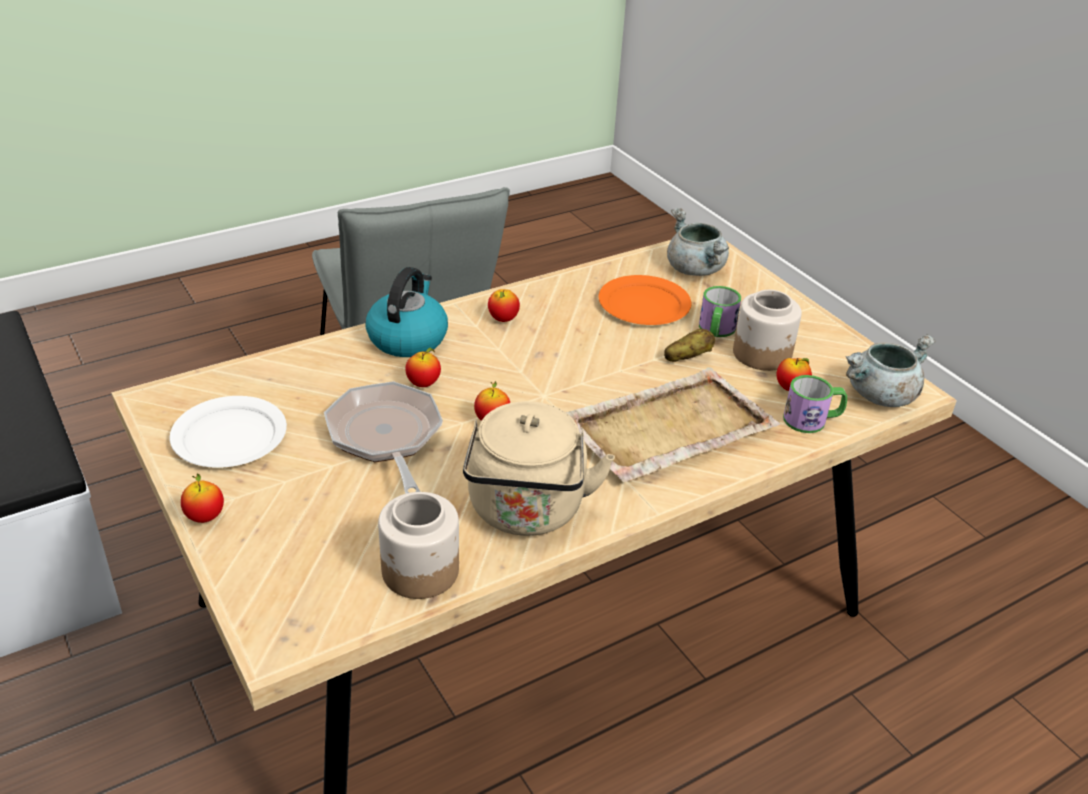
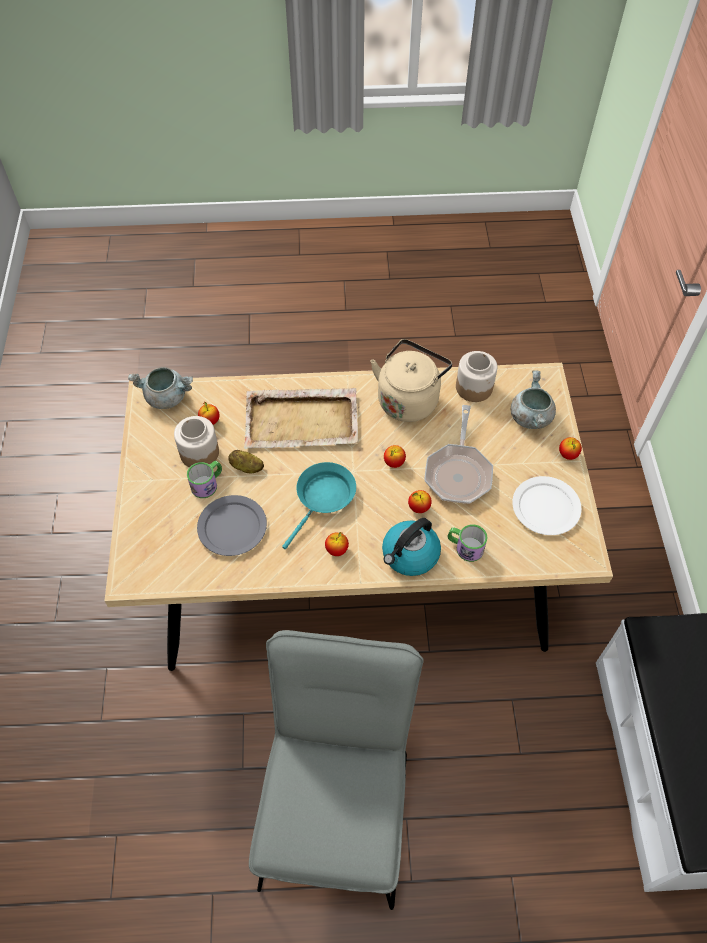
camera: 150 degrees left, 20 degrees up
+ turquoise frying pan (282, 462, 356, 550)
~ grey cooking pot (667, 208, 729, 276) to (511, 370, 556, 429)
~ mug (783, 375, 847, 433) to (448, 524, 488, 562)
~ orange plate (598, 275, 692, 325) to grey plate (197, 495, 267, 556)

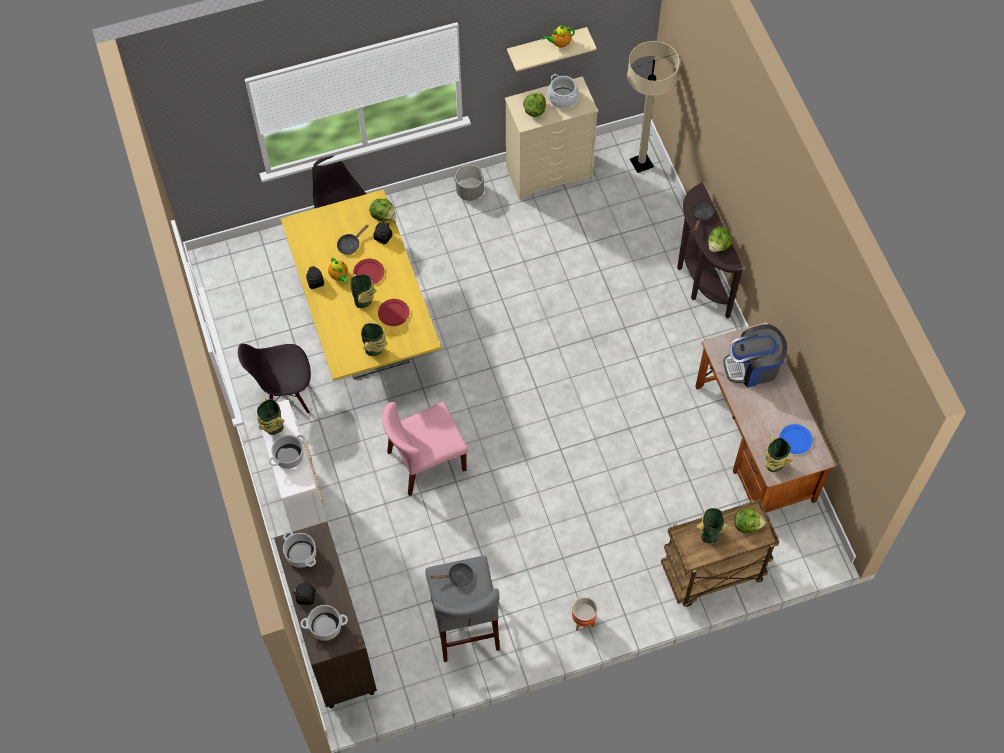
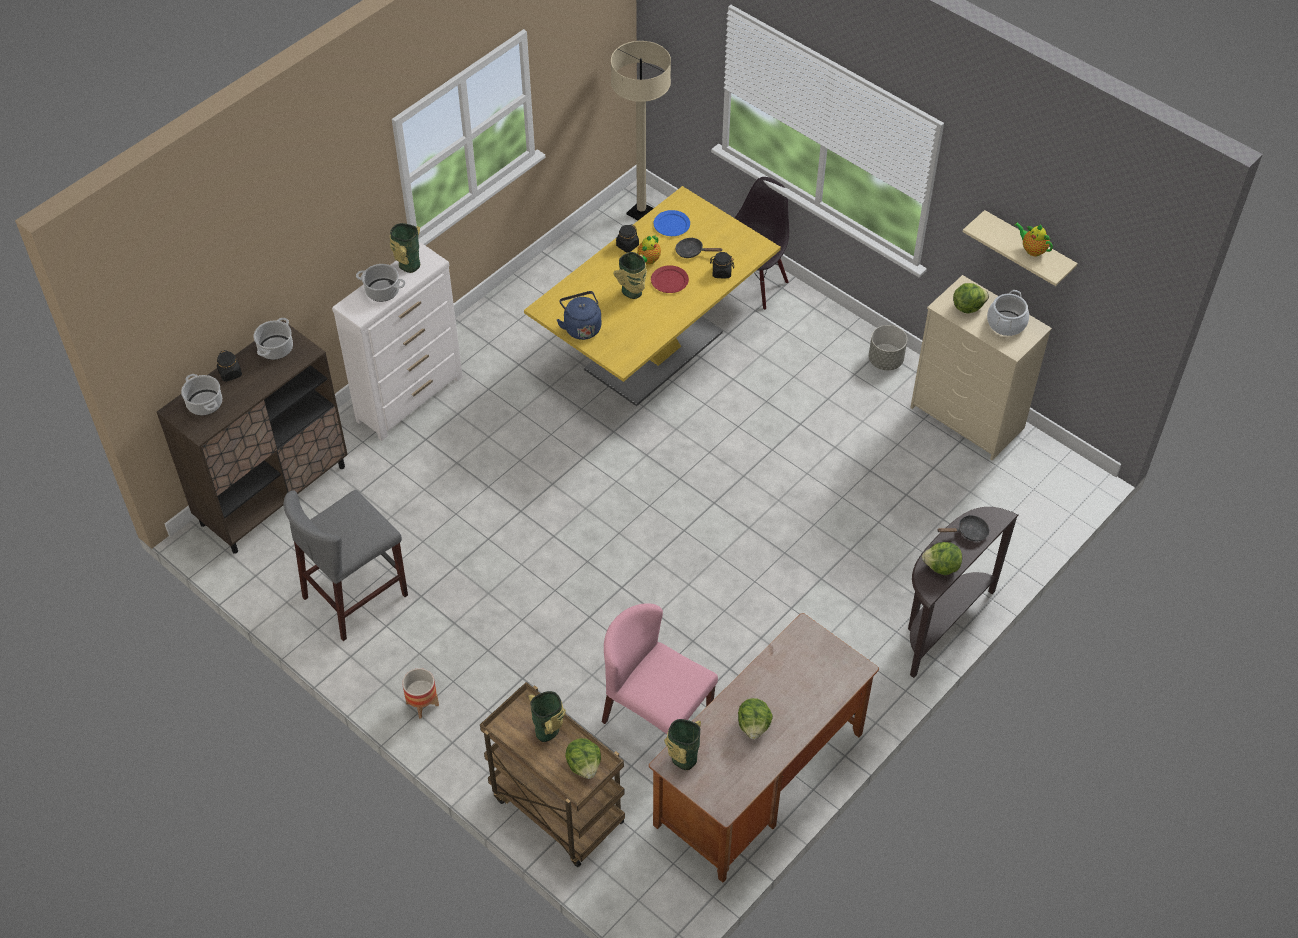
camera: 60 degrees right, 10 degrees down
- black chair (238, 344, 311, 413)
- red plate (378, 299, 410, 326)
- black frying pan (430, 563, 474, 587)
- coffee machine (724, 324, 787, 387)
~ lettuce (369, 199, 396, 222) to (738, 698, 773, 739)
~ pink chair (382, 402, 468, 496) to (602, 603, 718, 734)
~ beige floor lamp (627, 41, 679, 173) to (611, 41, 671, 220)
~ blue plate (780, 424, 813, 454) to (653, 210, 690, 236)
~ vase (361, 321, 388, 356) to blue kettle (557, 291, 601, 340)

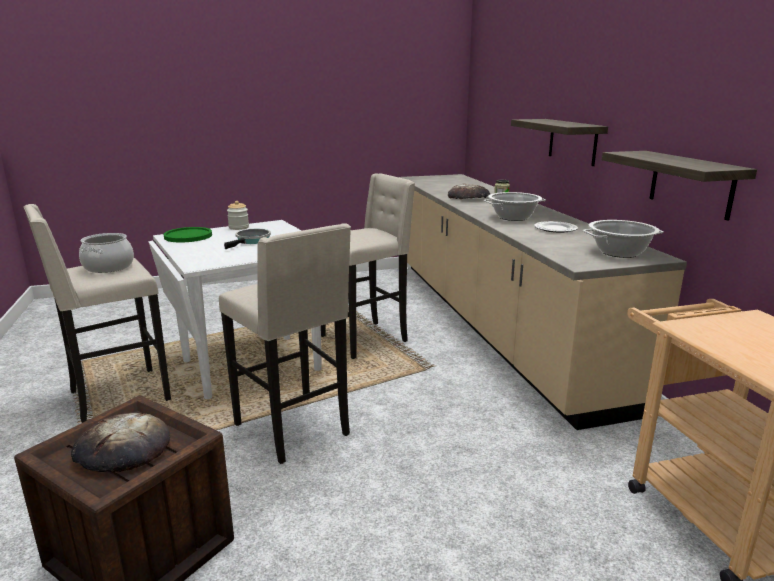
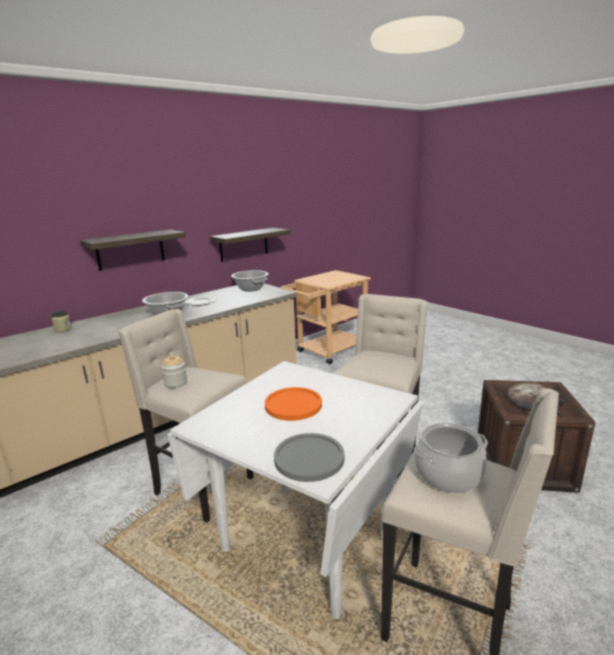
camera: 115 degrees left, 0 degrees up
- bread (448, 184, 490, 199)
~ jar (227, 201, 249, 230) to (161, 355, 187, 388)
~ frying pan (224, 229, 271, 249) to orange plate (265, 387, 322, 421)
~ green plate (164, 227, 212, 242) to grey plate (274, 433, 344, 482)

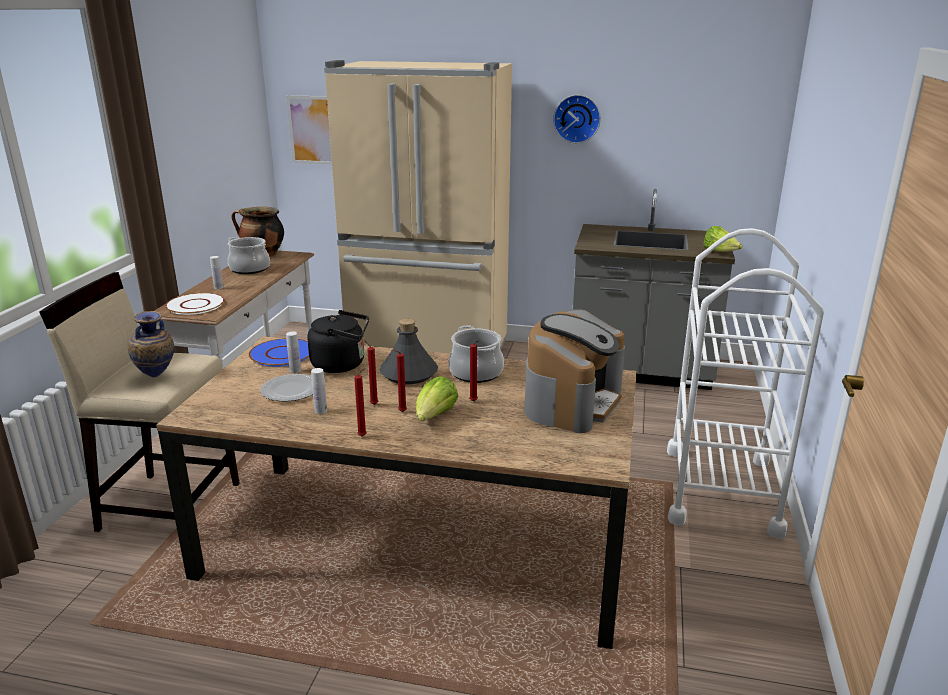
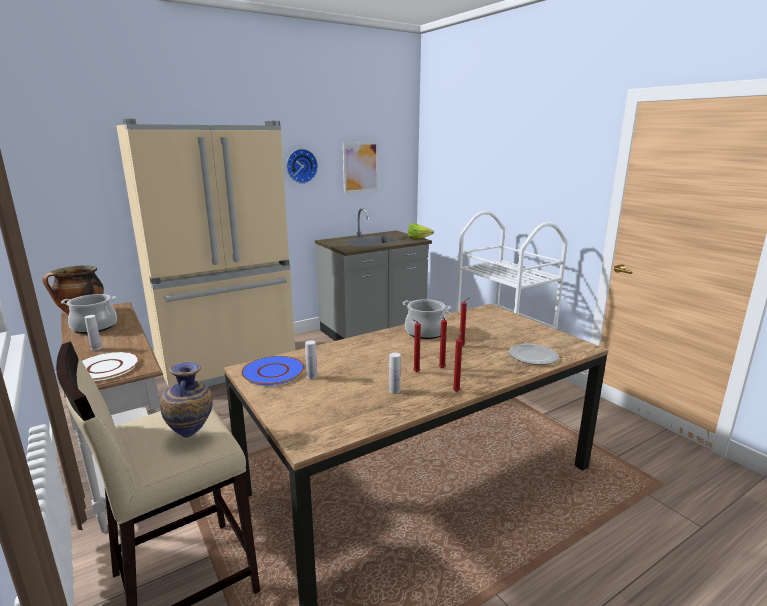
camera: 45 degrees left, 5 degrees down
- black kettle (307, 310, 369, 373)
- grey bottle (380, 319, 438, 384)
- lettuce (416, 376, 458, 421)
- coffee machine (524, 309, 625, 433)
~ plate (260, 374, 313, 401) to (509, 344, 559, 365)
~ picture (286, 95, 332, 165) to (343, 142, 379, 193)

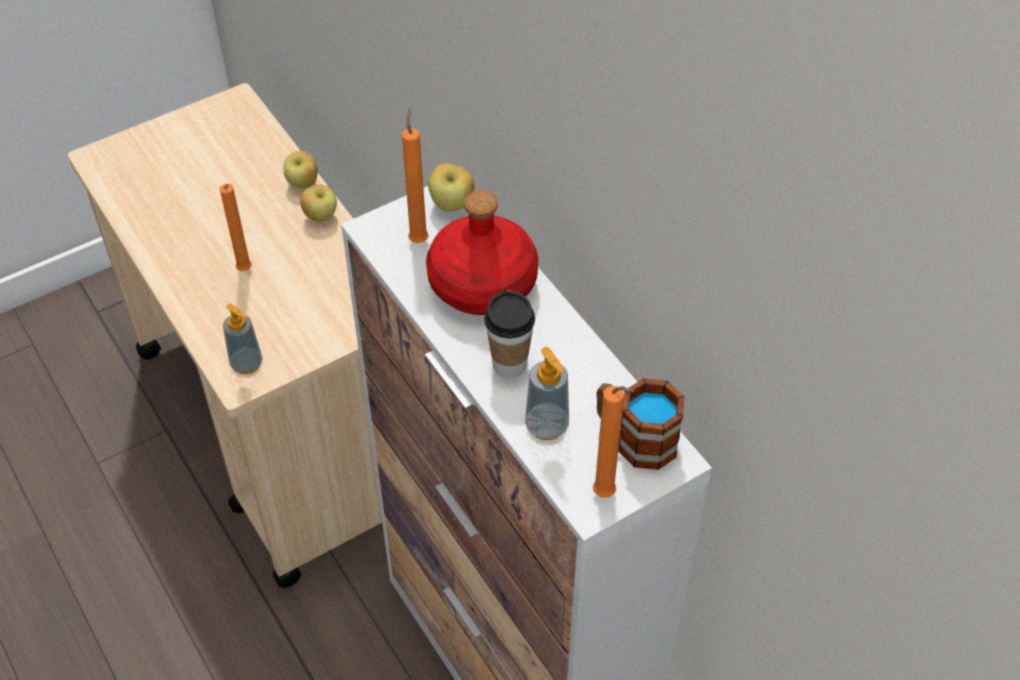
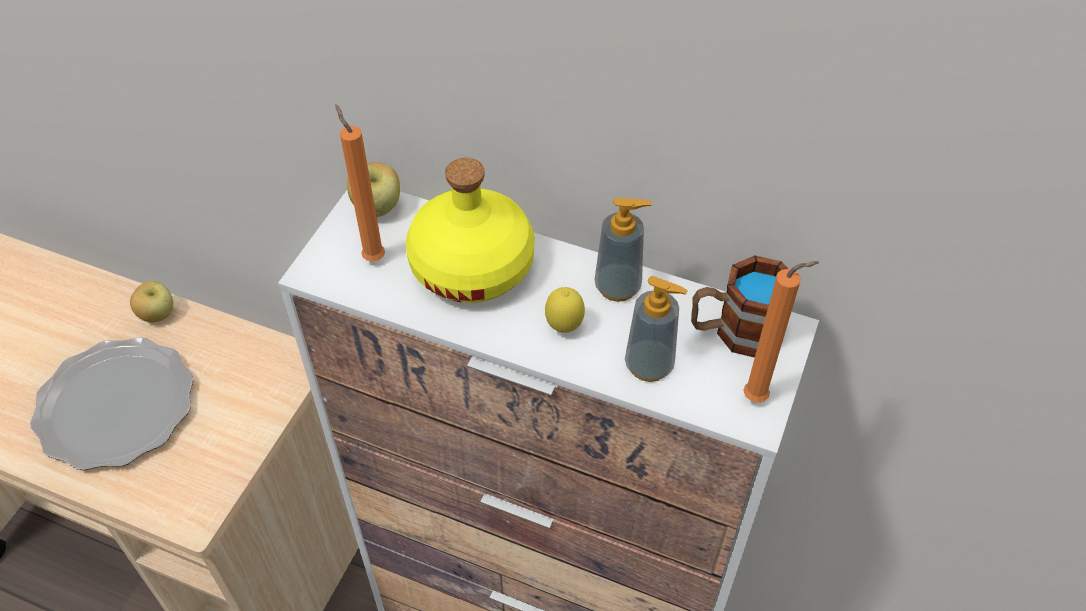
camera: 35 degrees left, 0 degrees up
- apple (284, 150, 318, 188)
~ soap dispenser (223, 304, 263, 374) to (595, 198, 652, 302)
~ orange candle (220, 184, 252, 271) to plate (30, 337, 194, 470)
~ cup (484, 291, 535, 378) to lemon (545, 287, 585, 333)
~ red bottle (426, 190, 539, 315) to yellow bottle (406, 158, 535, 303)

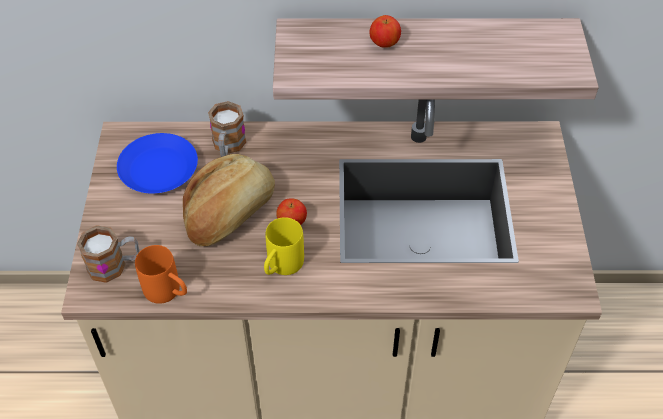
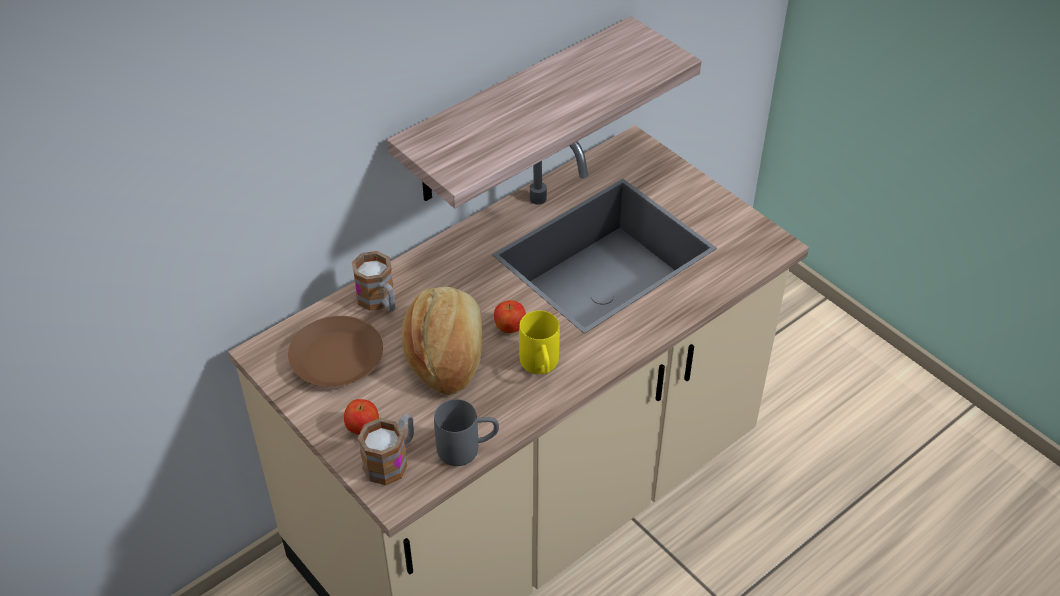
camera: 40 degrees left, 5 degrees down
~ apple (369, 15, 401, 48) to (344, 399, 379, 435)
~ blue plate (117, 133, 198, 193) to brown plate (288, 316, 383, 387)
~ orange mug (135, 245, 187, 304) to grey mug (434, 399, 499, 466)

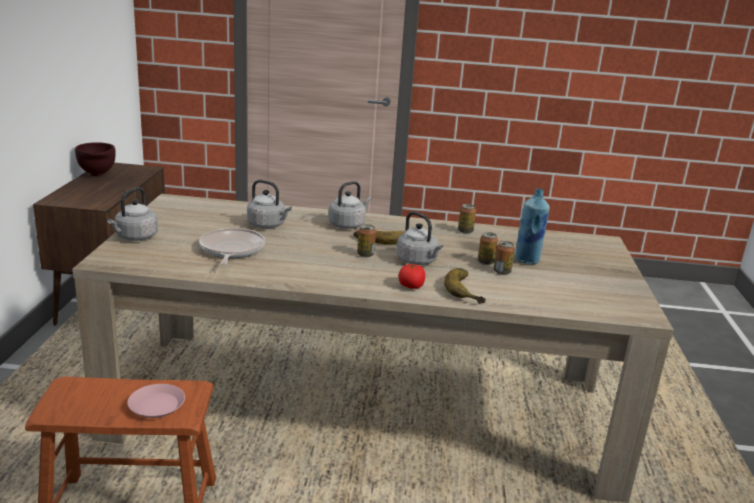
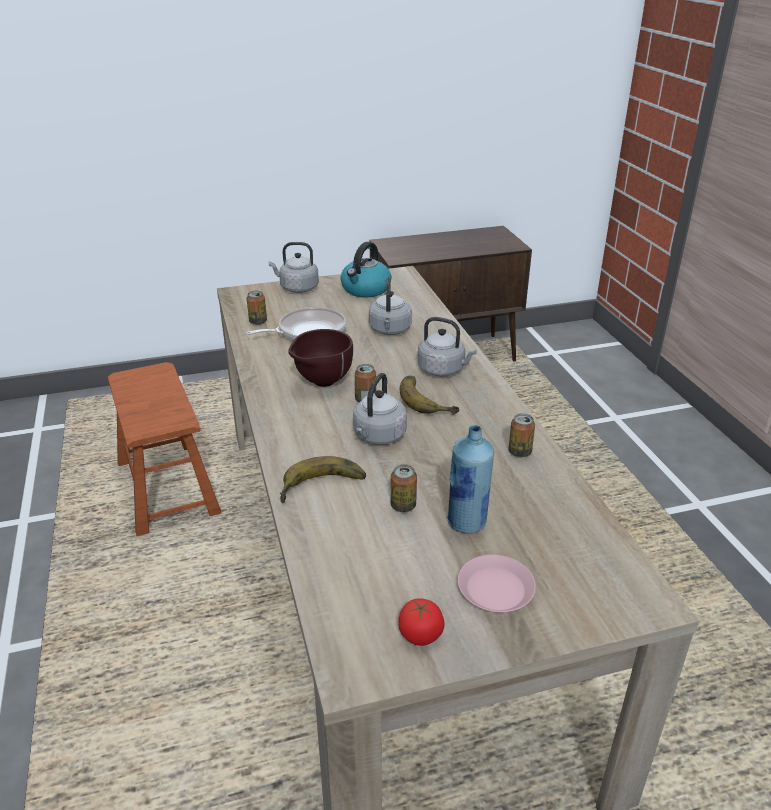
camera: 70 degrees right, 10 degrees up
+ kettle (340, 242, 392, 298)
~ brown bowl (75, 142, 116, 176) to (288, 329, 353, 387)
~ pink plate (127, 384, 185, 418) to (458, 555, 536, 612)
~ tomato (399, 264, 425, 289) to (398, 598, 444, 646)
~ can (478, 232, 498, 265) to (247, 291, 267, 325)

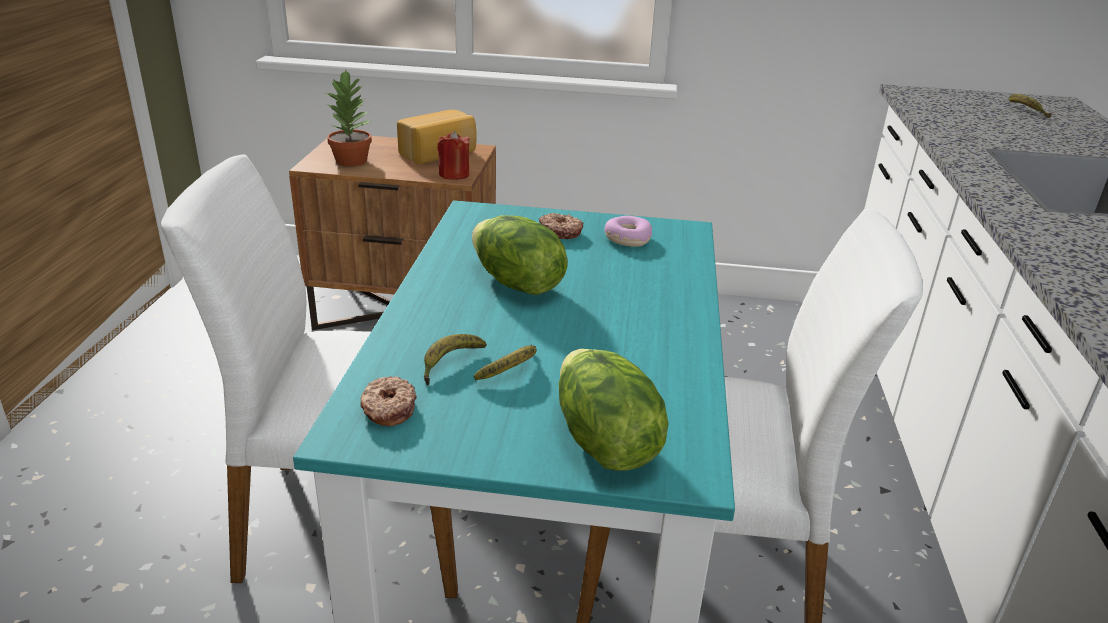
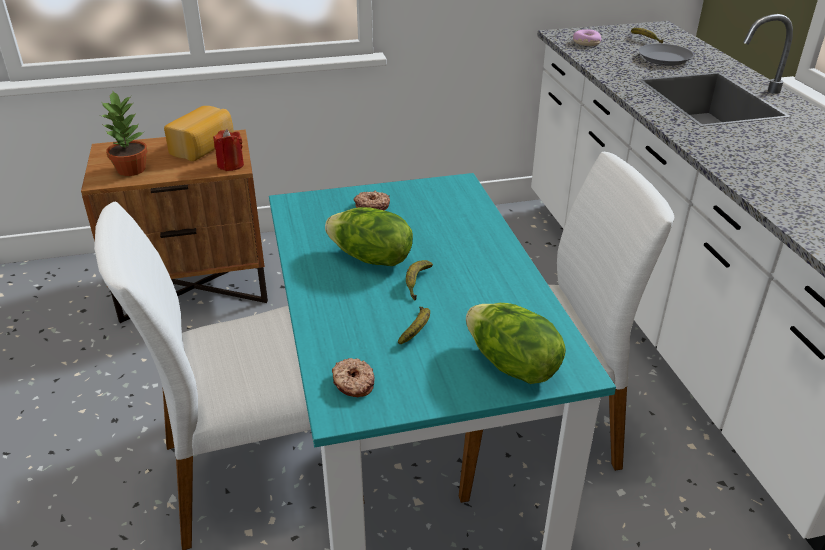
camera: 20 degrees left, 5 degrees up
+ grey plate (638, 44, 694, 66)
~ banana (424, 334, 487, 385) to (406, 260, 433, 300)
~ donut (604, 216, 652, 247) to (573, 29, 601, 46)

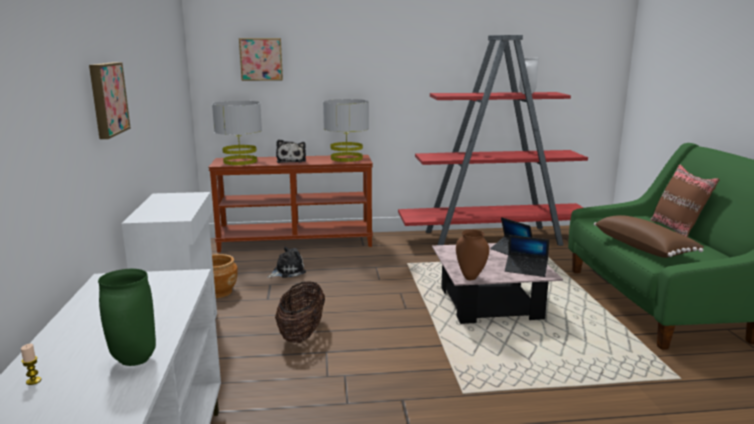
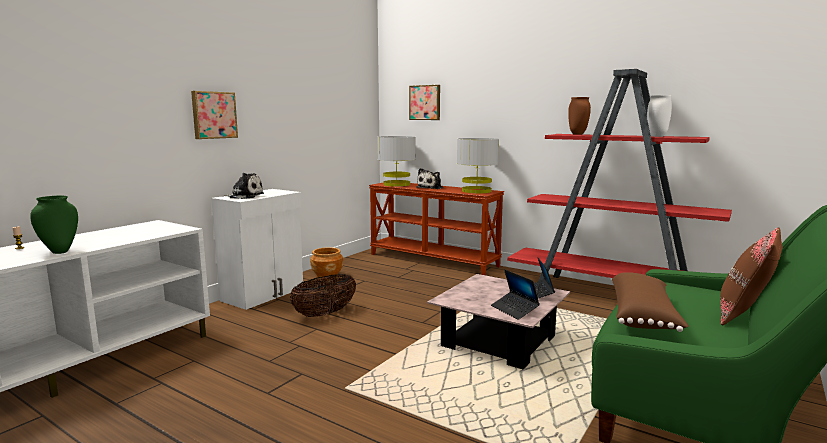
camera: 40 degrees right, 5 degrees down
~ plush toy (267, 247, 306, 278) to (222, 173, 264, 199)
~ brown vase (456, 230, 489, 280) to (568, 97, 591, 134)

